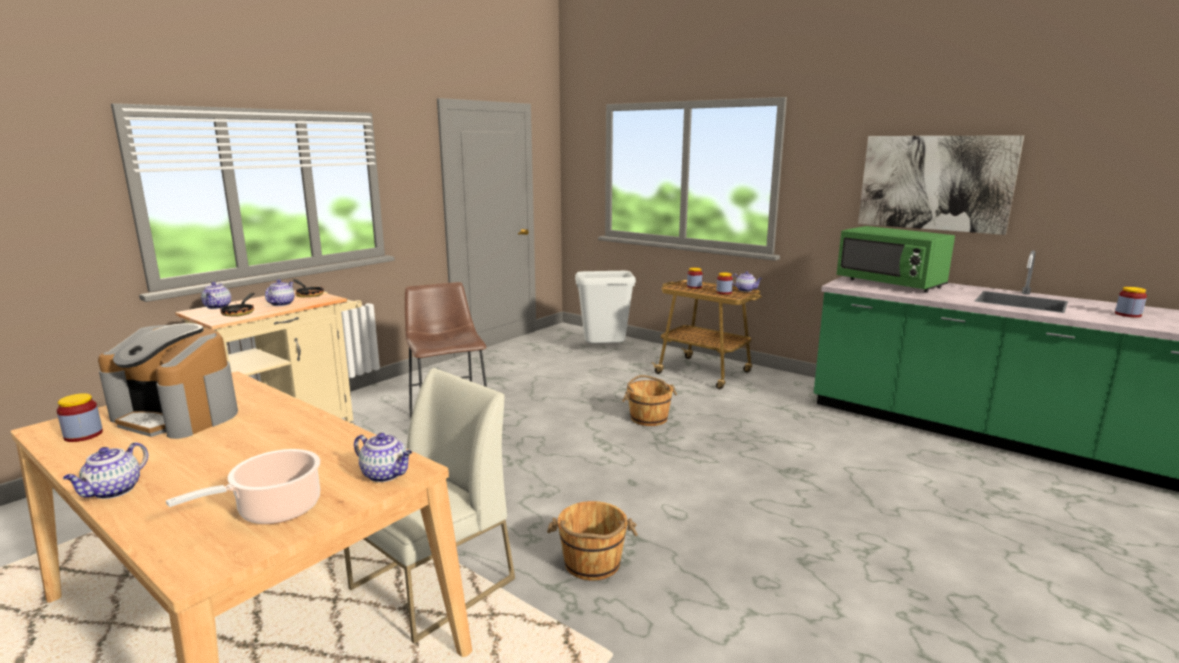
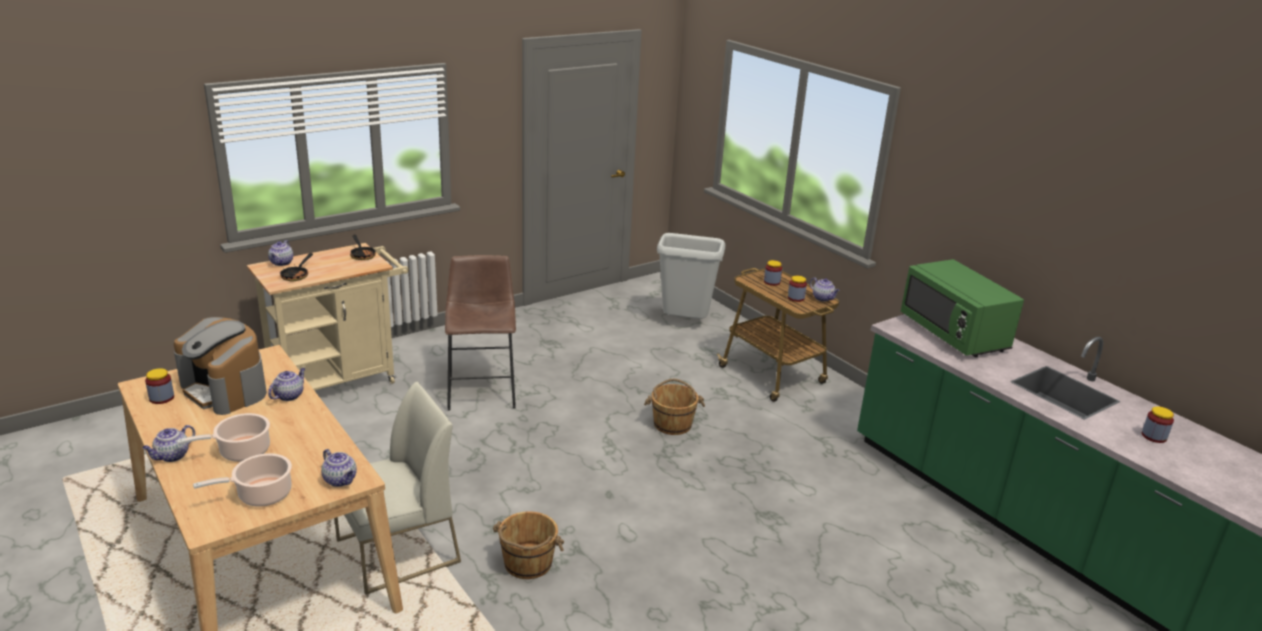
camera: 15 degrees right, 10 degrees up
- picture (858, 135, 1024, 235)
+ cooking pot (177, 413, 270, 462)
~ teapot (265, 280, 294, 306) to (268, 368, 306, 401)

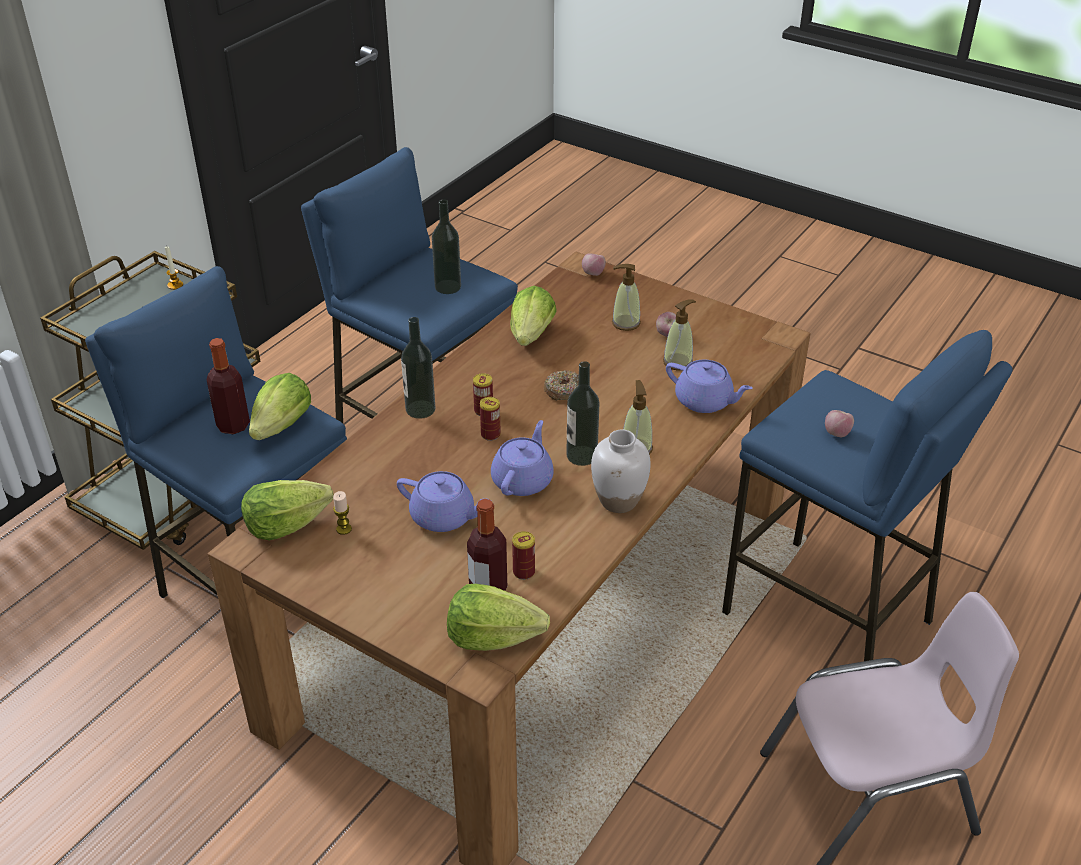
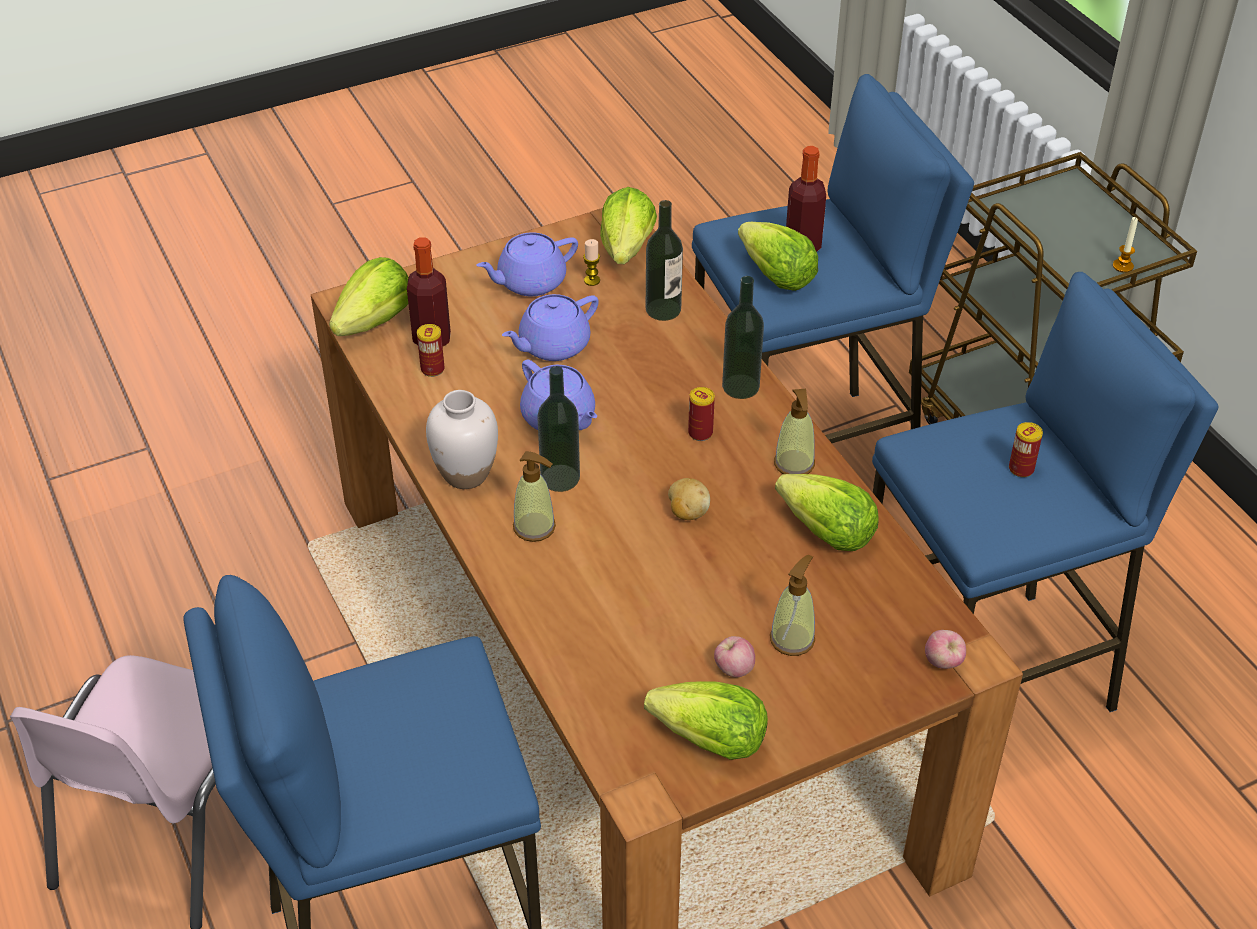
camera: 120 degrees right, 5 degrees up
- apple (825, 410, 854, 437)
+ lettuce (644, 681, 768, 760)
~ bottle (432, 199, 461, 294) to (646, 200, 683, 321)
~ can (480, 397, 501, 441) to (1009, 422, 1043, 478)
~ soap dispenser (663, 299, 696, 370) to (774, 389, 815, 474)
~ purple teapot (666, 360, 753, 413) to (476, 232, 578, 296)
~ donut (544, 371, 579, 401) to potato (668, 478, 710, 520)

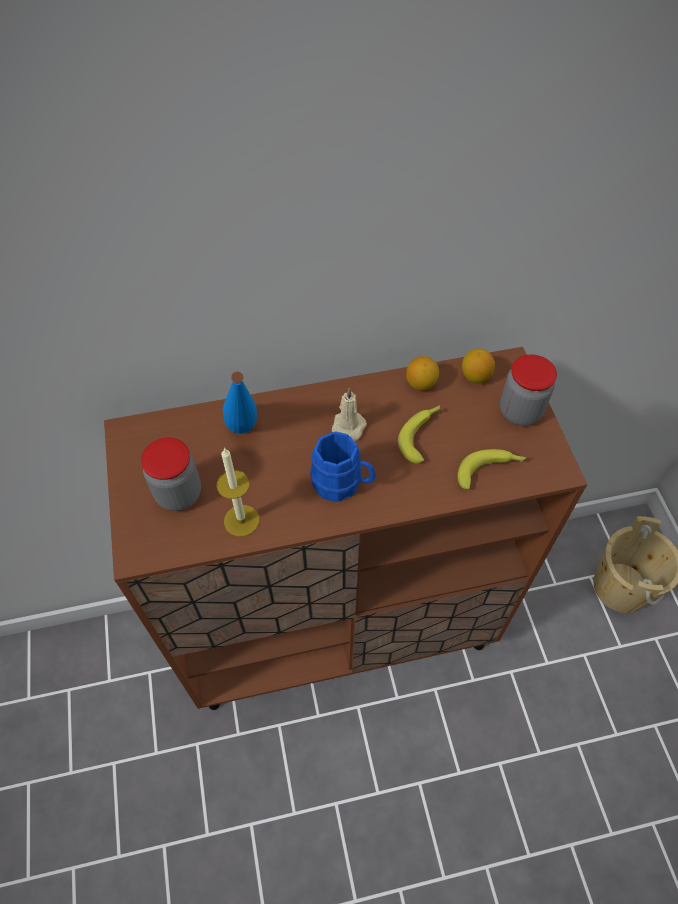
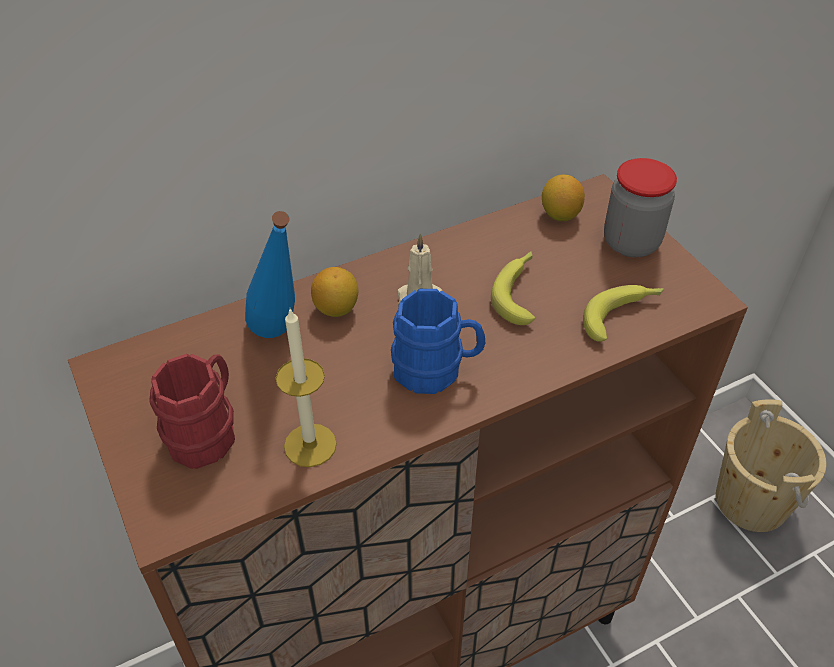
camera: 15 degrees left, 10 degrees down
~ lemon (406, 356, 439, 391) to (311, 267, 358, 317)
~ jar (141, 438, 201, 511) to red mug (149, 354, 235, 469)

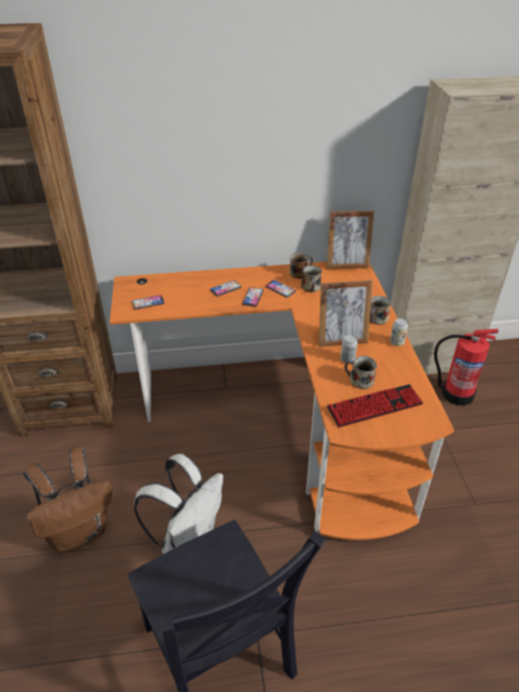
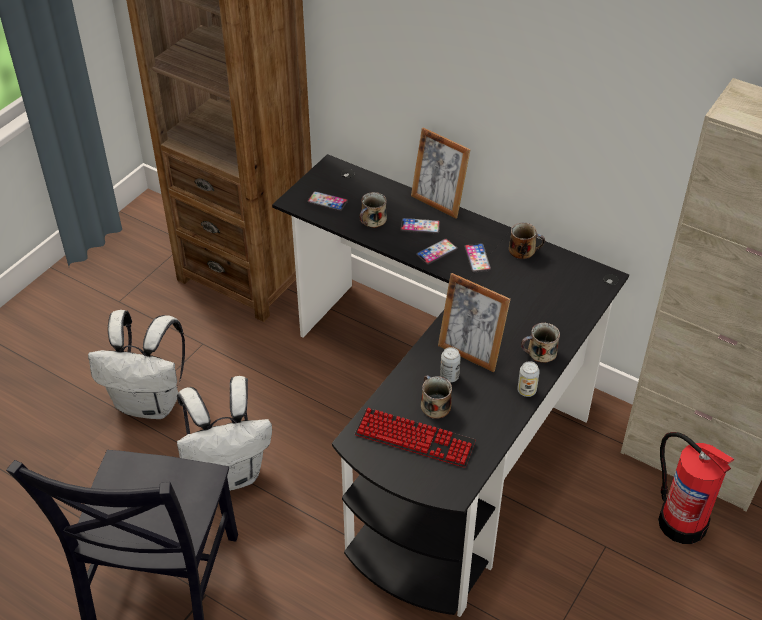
camera: 40 degrees right, 5 degrees up
~ mug (301, 265, 322, 292) to (359, 192, 387, 228)
~ picture frame (327, 211, 374, 269) to (411, 127, 471, 218)
~ brown backpack (23, 447, 112, 552) to white backpack (88, 310, 185, 419)
~ orange desk (110, 262, 454, 540) to black desk (272, 154, 629, 617)

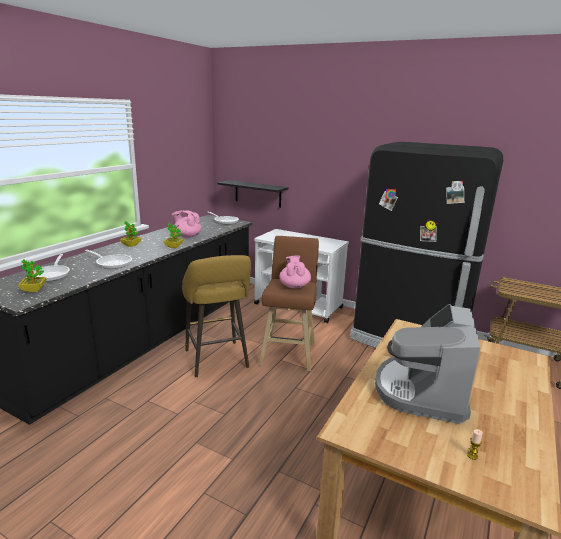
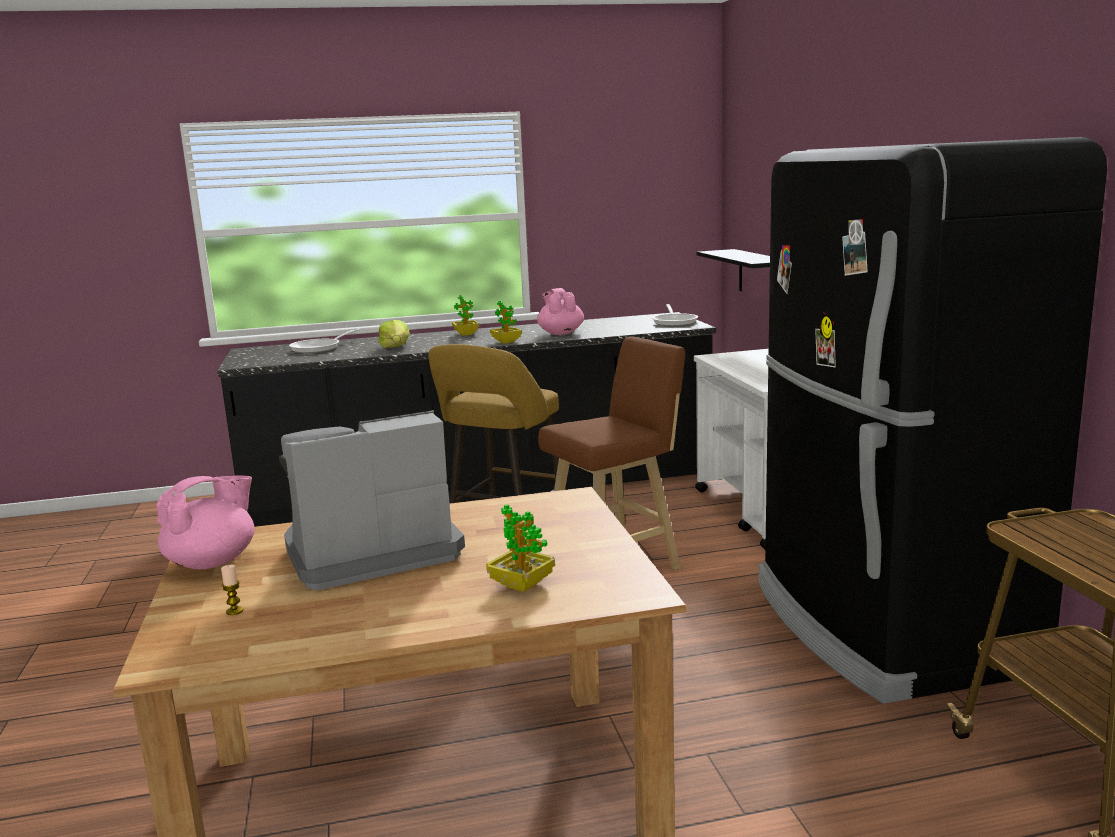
camera: 50 degrees right, 5 degrees down
~ potted plant (18, 259, 47, 292) to (486, 504, 555, 592)
~ pink teapot (280, 255, 311, 289) to (156, 475, 254, 569)
~ frying pan (85, 250, 132, 269) to lettuce (378, 320, 410, 348)

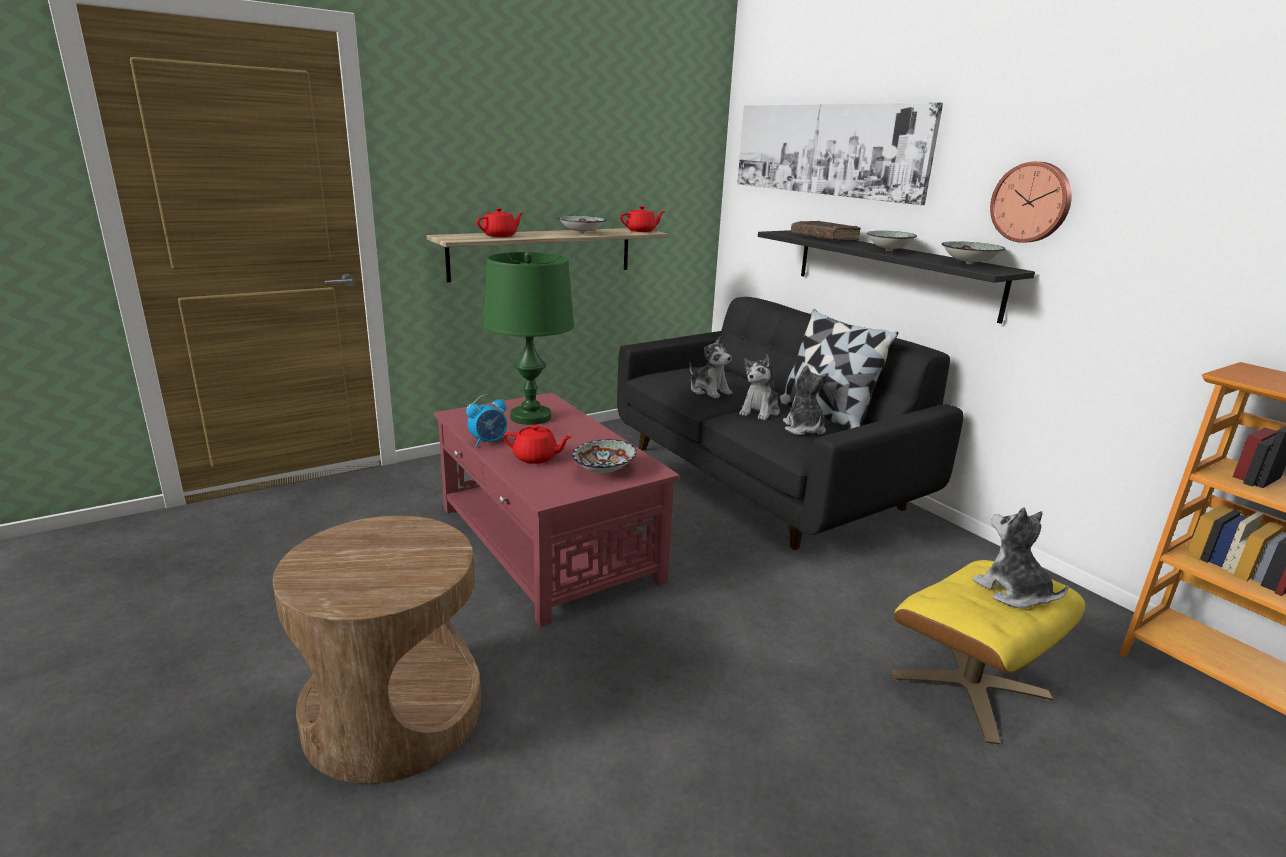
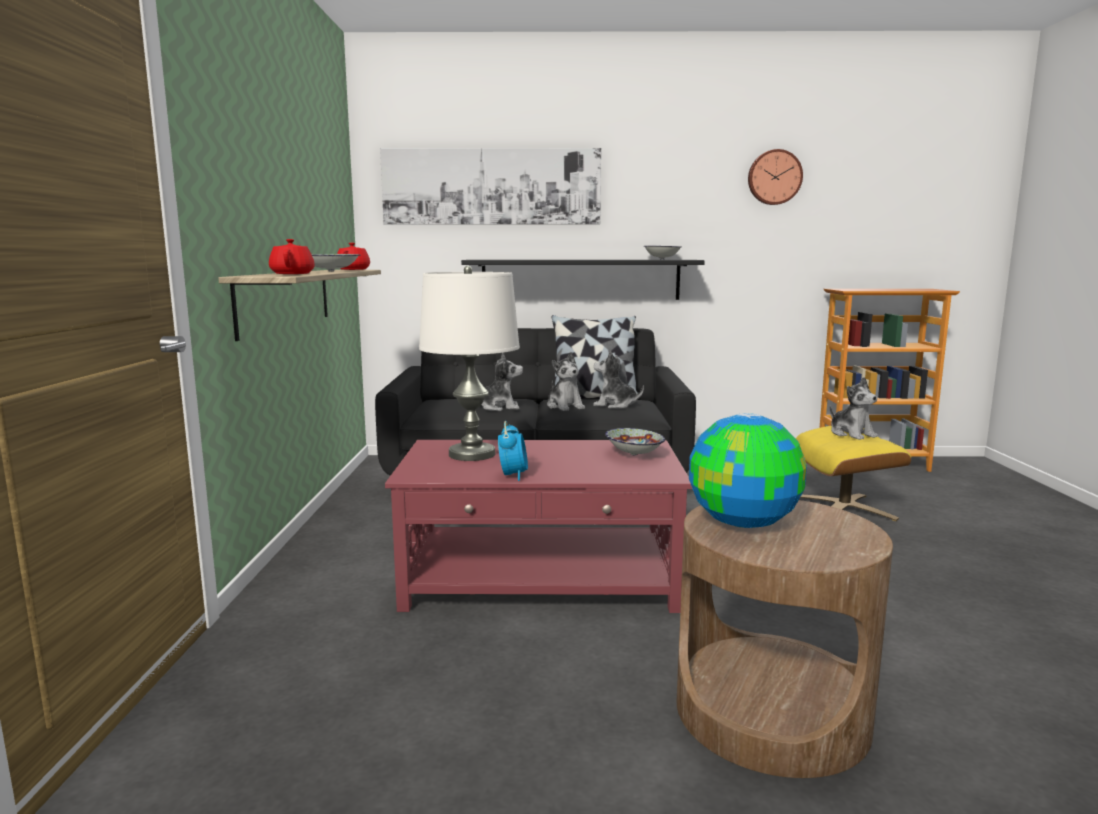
camera: 55 degrees left, 10 degrees down
- red teapot (503, 425, 572, 464)
- brown book (791, 221, 861, 241)
- bowl (867, 231, 917, 251)
+ globe (689, 413, 807, 528)
~ wall clock (990, 162, 1072, 243) to (748, 149, 803, 205)
~ green table lamp (484, 252, 574, 425) to white table lamp (419, 266, 520, 461)
~ plush toy (973, 507, 1069, 609) = (830, 377, 878, 440) 120 degrees counterclockwise

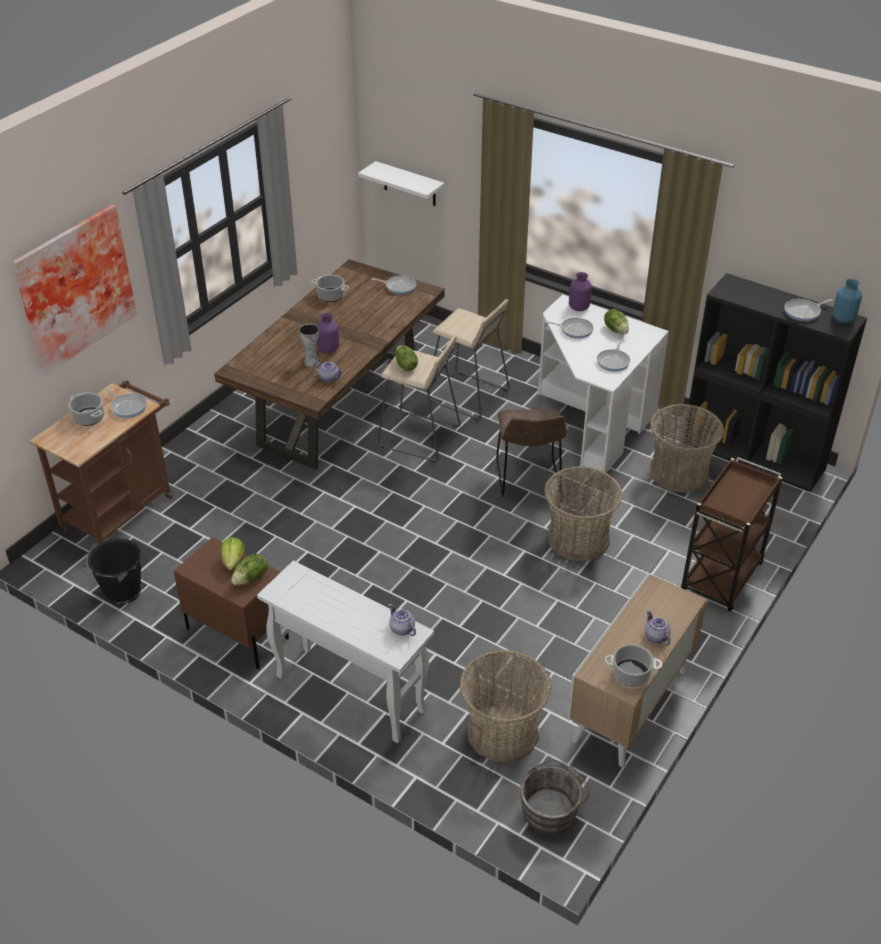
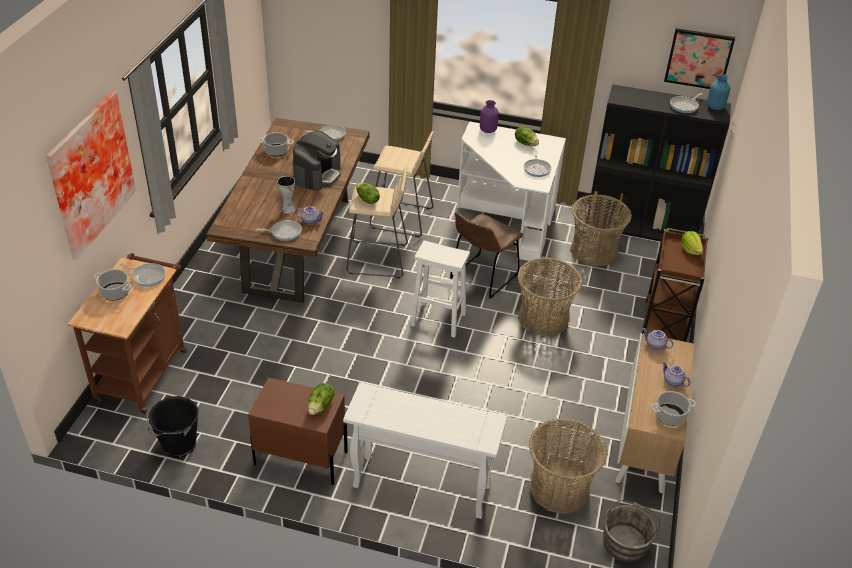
camera: 20 degrees left, 0 degrees up
- purple vase (317, 313, 339, 353)
- white shelf (358, 161, 444, 206)
+ coffee machine (293, 131, 341, 191)
+ white stool (410, 240, 470, 338)
+ picture (664, 28, 735, 89)
~ lettuce (221, 537, 245, 570) to (681, 231, 703, 255)
~ teapot (389, 604, 416, 636) to (643, 328, 673, 350)
~ frying pan (545, 318, 594, 339) to (255, 220, 302, 241)
~ brown chair (496, 409, 566, 497) = (450, 212, 523, 299) 60 degrees clockwise

